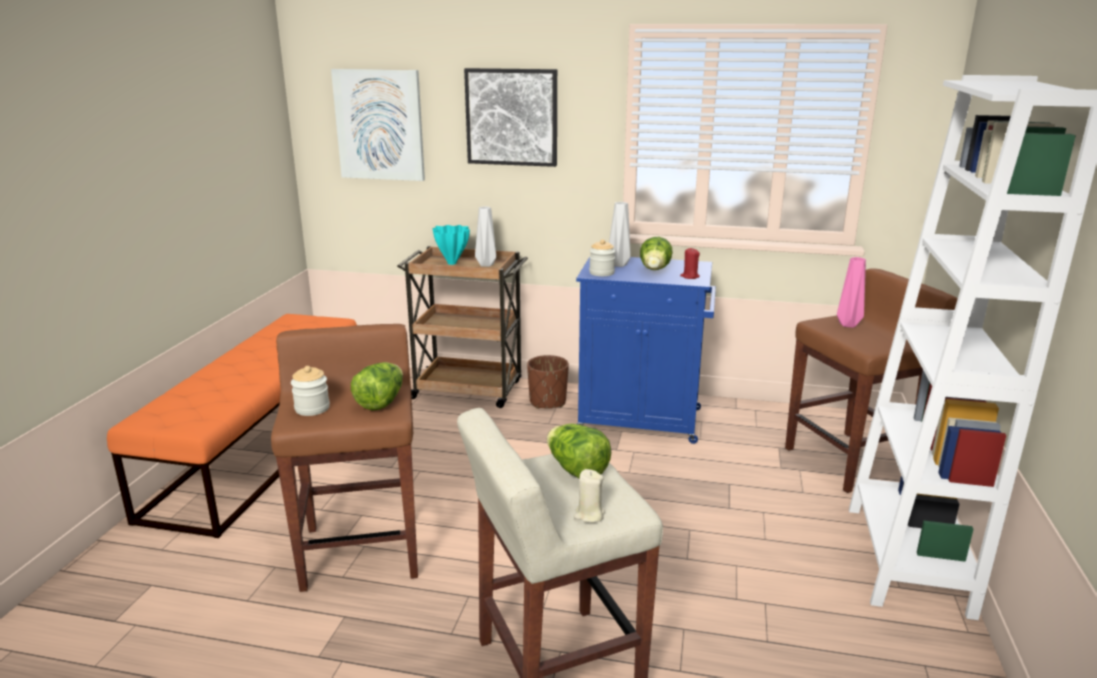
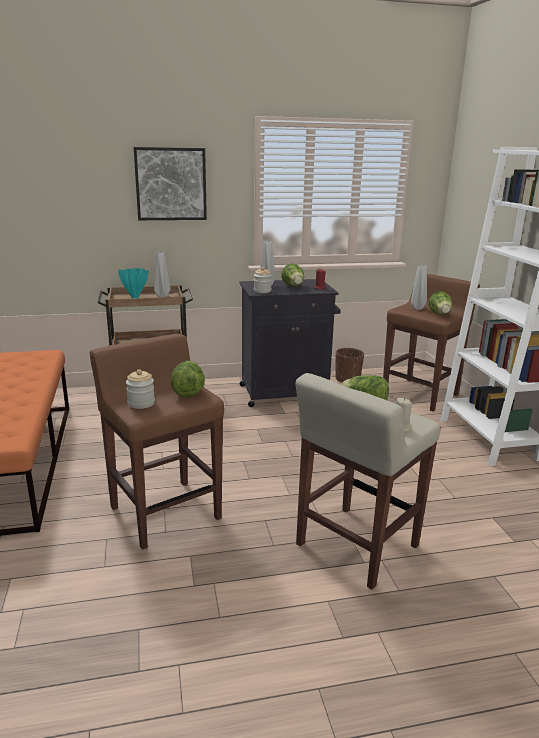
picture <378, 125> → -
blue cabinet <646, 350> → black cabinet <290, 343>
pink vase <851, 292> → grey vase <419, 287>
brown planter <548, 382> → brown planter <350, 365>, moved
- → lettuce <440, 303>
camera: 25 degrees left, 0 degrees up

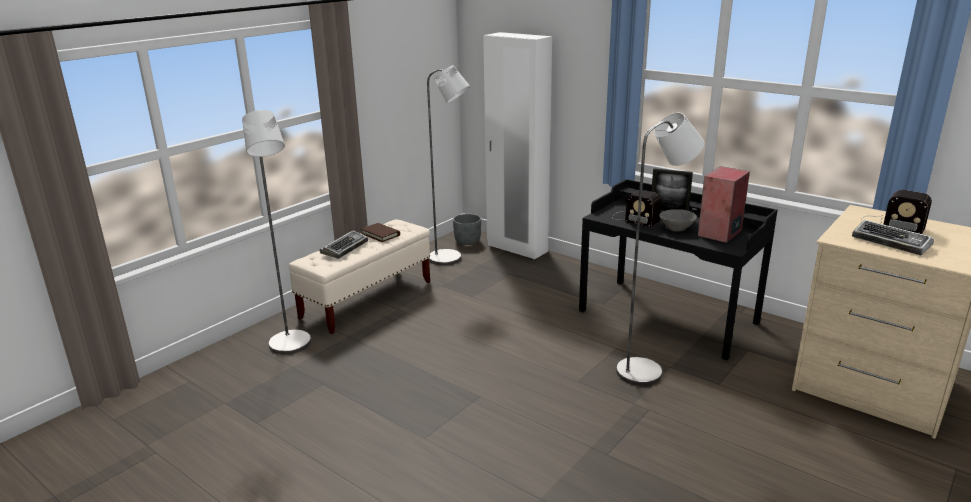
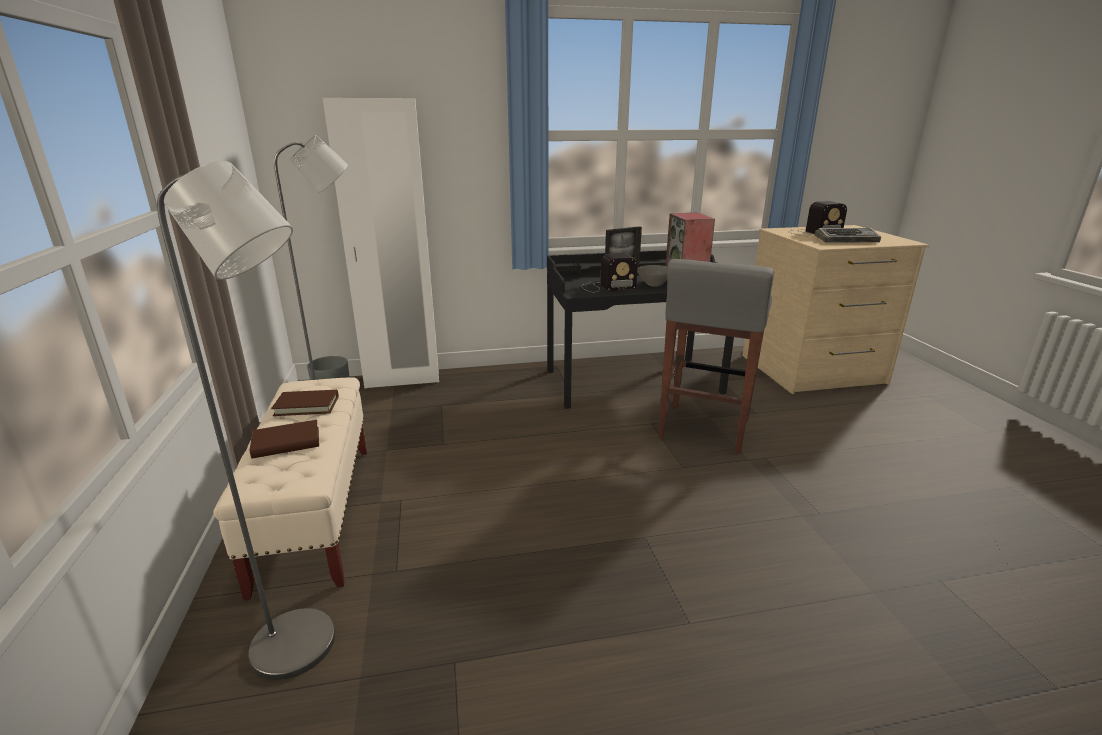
grey floor lamp <660, 249> → grey stool <716, 356>
keyboard <344, 245> → brown book <284, 439>
camera: 50 degrees left, 0 degrees up

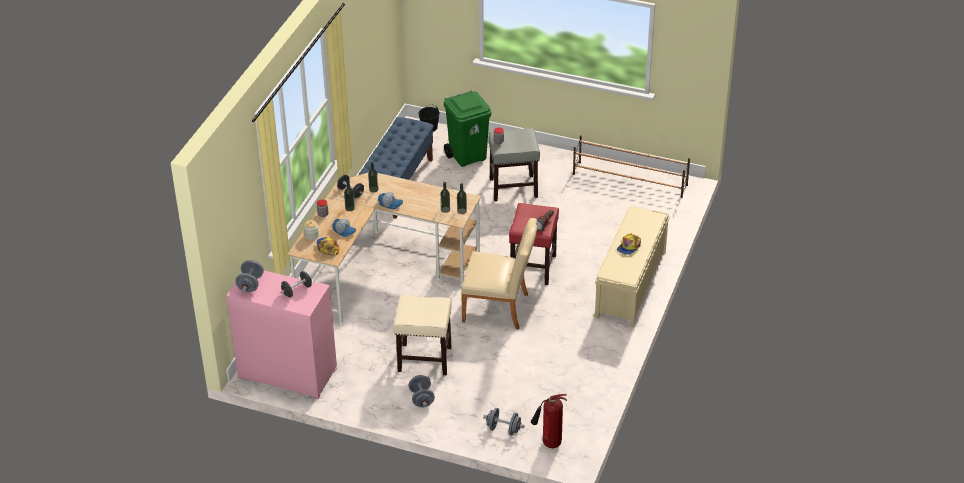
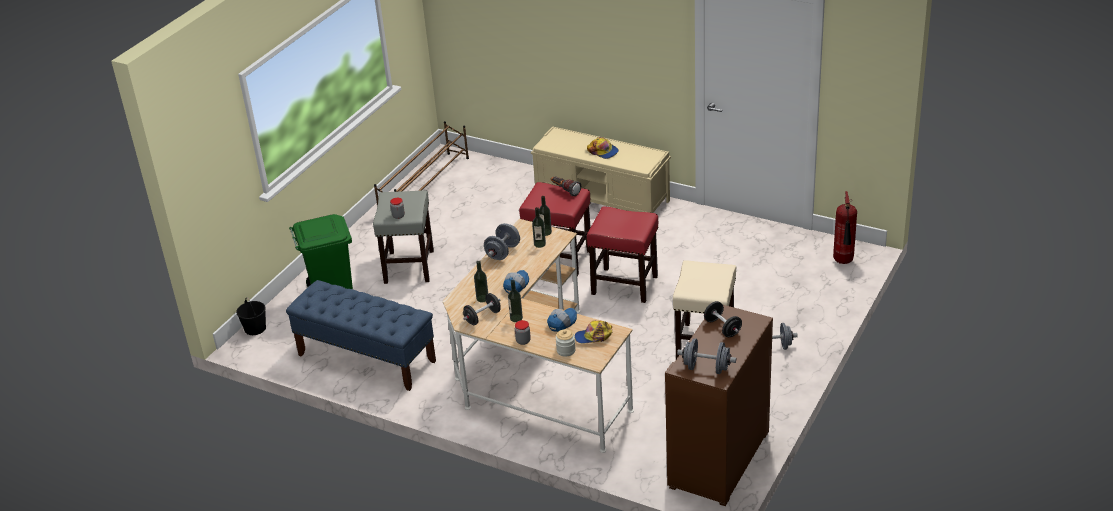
beige chair <499, 274> → red stool <622, 254>
pink cabinet <281, 334> → brown cabinet <719, 405>
grey dumbbell <504, 421> → grey dumbbell <502, 241>, moved
camera: 80 degrees left, 5 degrees down

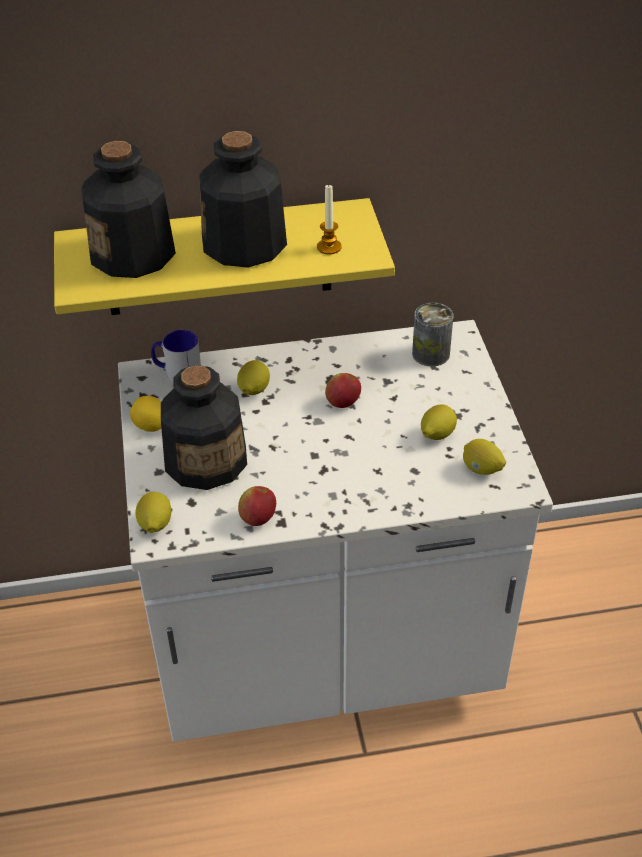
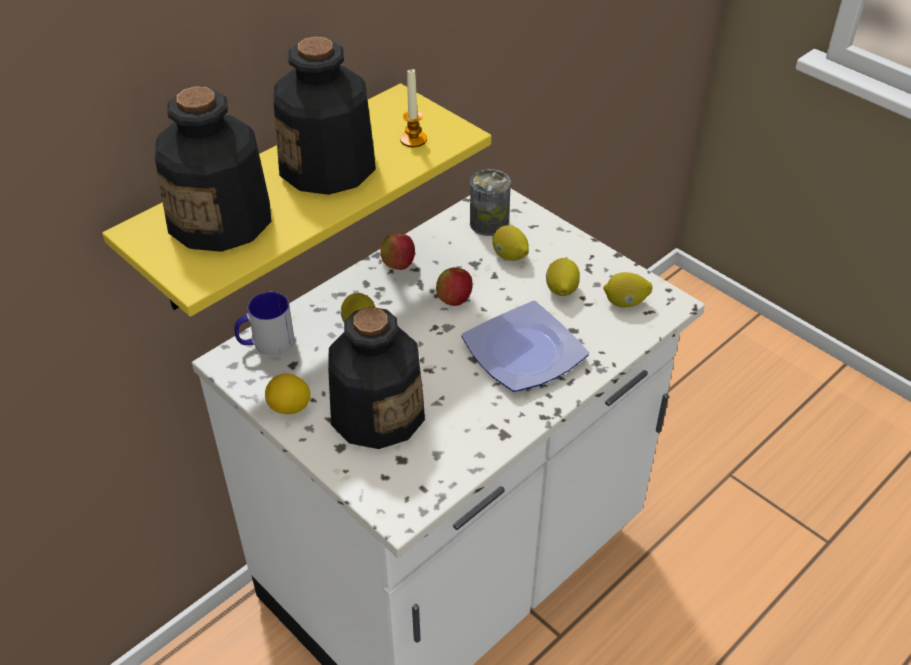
apple <257, 506> → apple <397, 251>, moved
lemon <153, 512> → lemon <510, 243>, moved
- → plate <525, 346>
camera: 35 degrees left, 0 degrees up

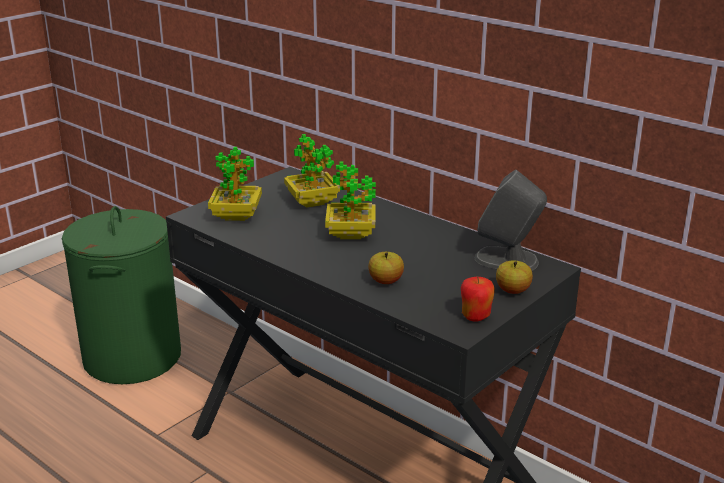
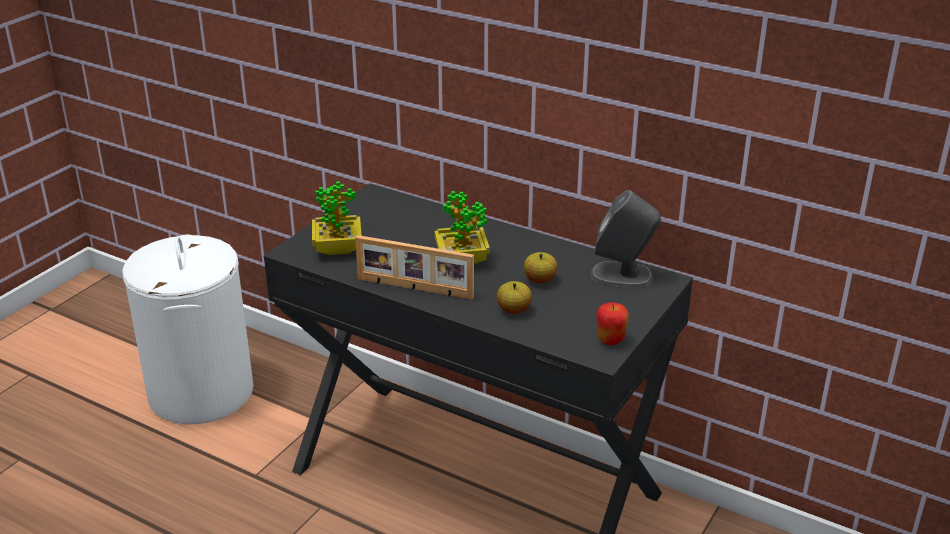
potted plant <312, 171> → -
green laundry basket <121, 295> → white laundry basket <187, 329>
apple <514, 277> → apple <540, 267>, moved
- → picture frame <414, 267>
camera: 10 degrees left, 5 degrees up

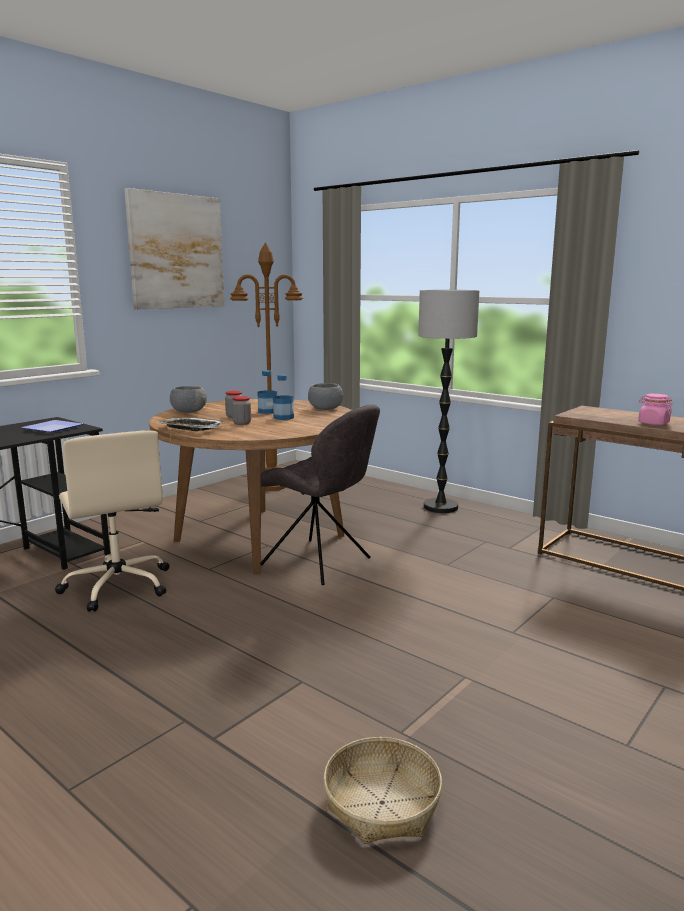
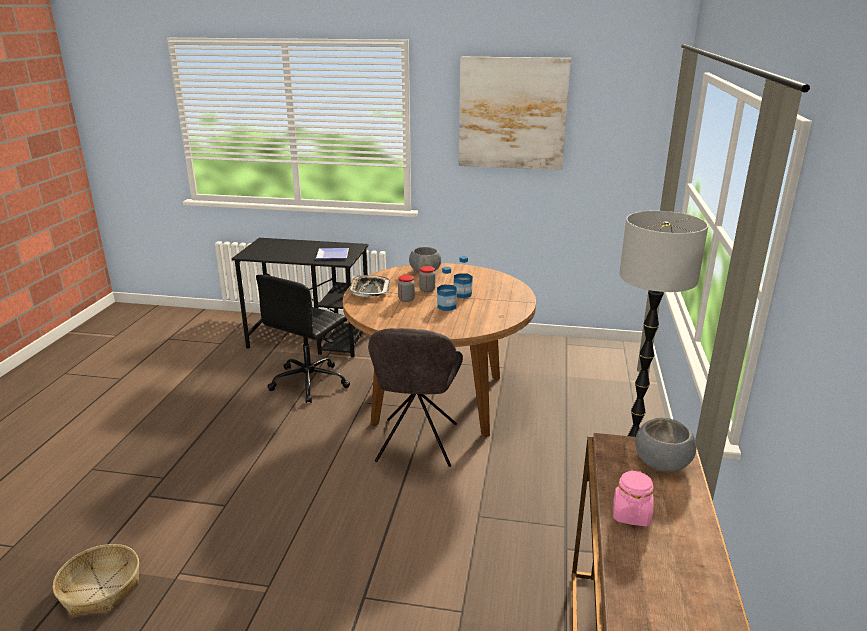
brown floor lamp <266, 366> → -
grey bowl <325, 396> → grey bowl <666, 445>, moved
beige office chair <112, 521> → black office chair <303, 339>
camera: 60 degrees right, 10 degrees up

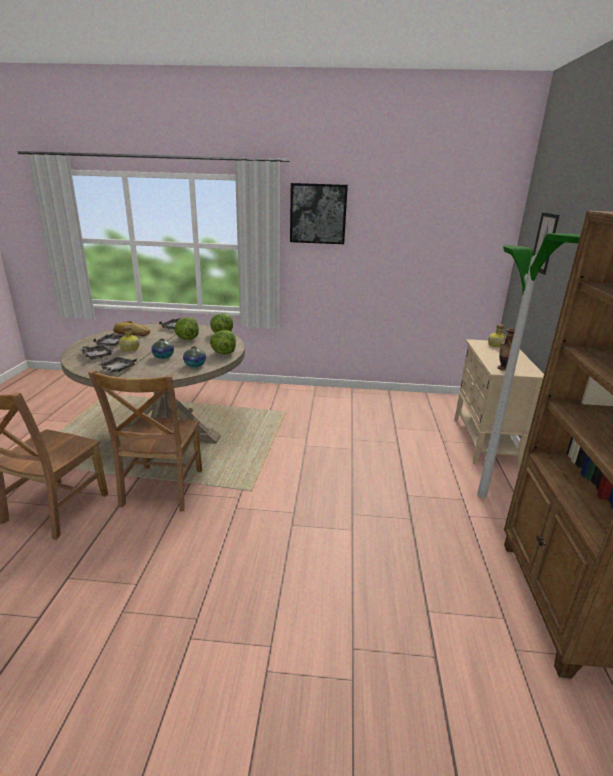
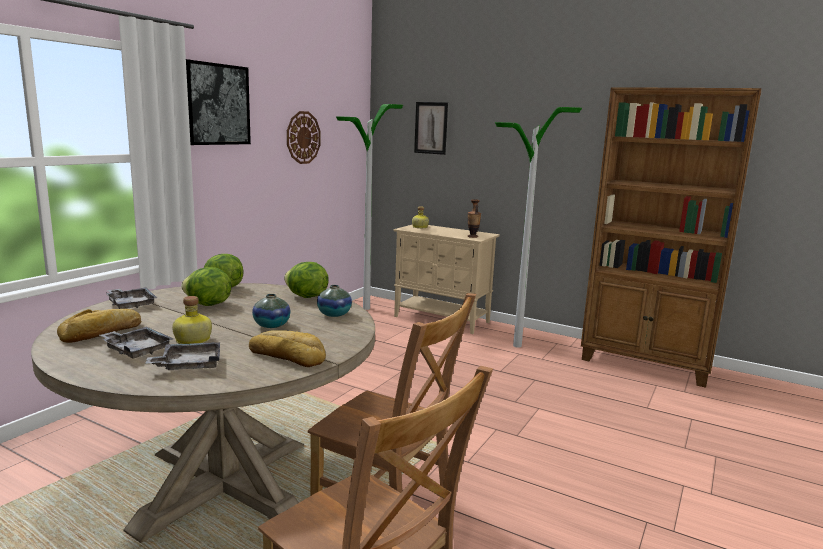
grey tray <117, 365> → bread <287, 348>
- → floor lamp <369, 207>
- → wall clock <304, 137>
camera: 65 degrees left, 10 degrees down

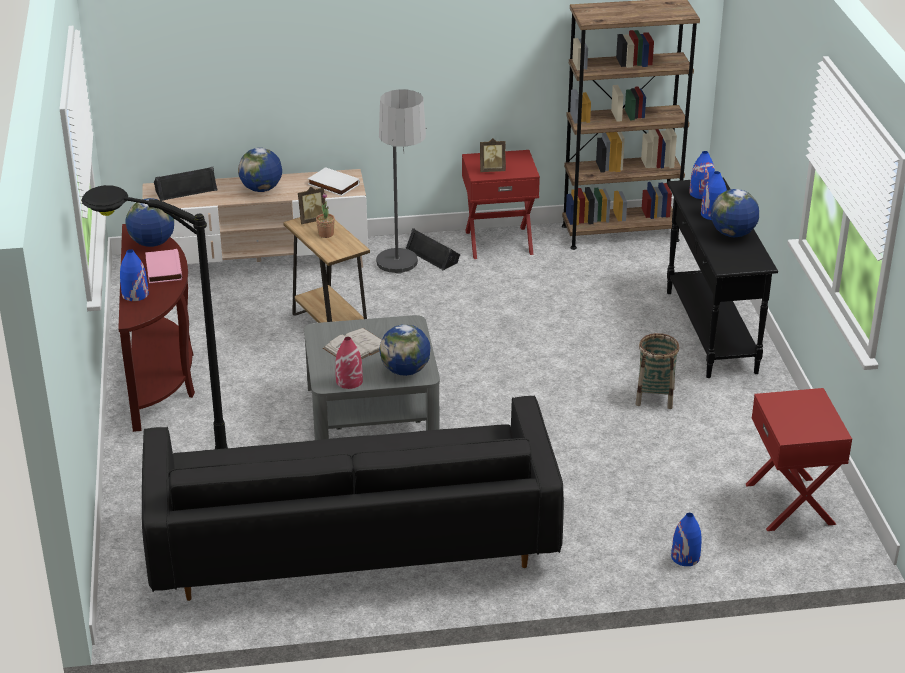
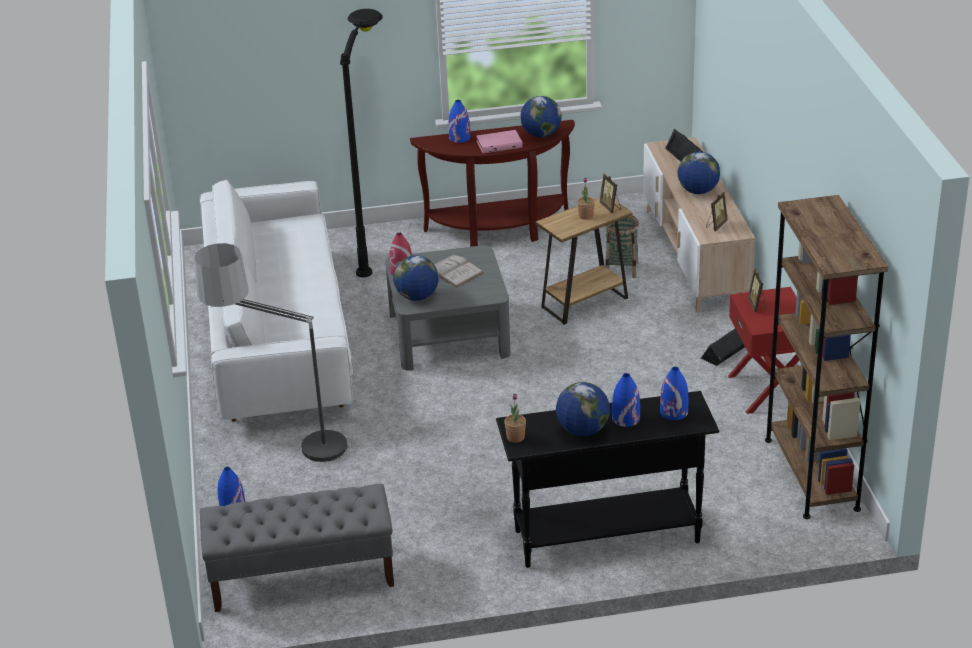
floor lamp <401, 182> → floor lamp <272, 356>, moved
white book <334, 181> → picture frame <717, 211>
basket <657, 371> → basket <622, 247>, moved
red nightstand <799, 459> → grey bench <297, 548>
black sofa <353, 498> → white sofa <276, 300>
- → potted plant <515, 418>
camera: 90 degrees right, 0 degrees up

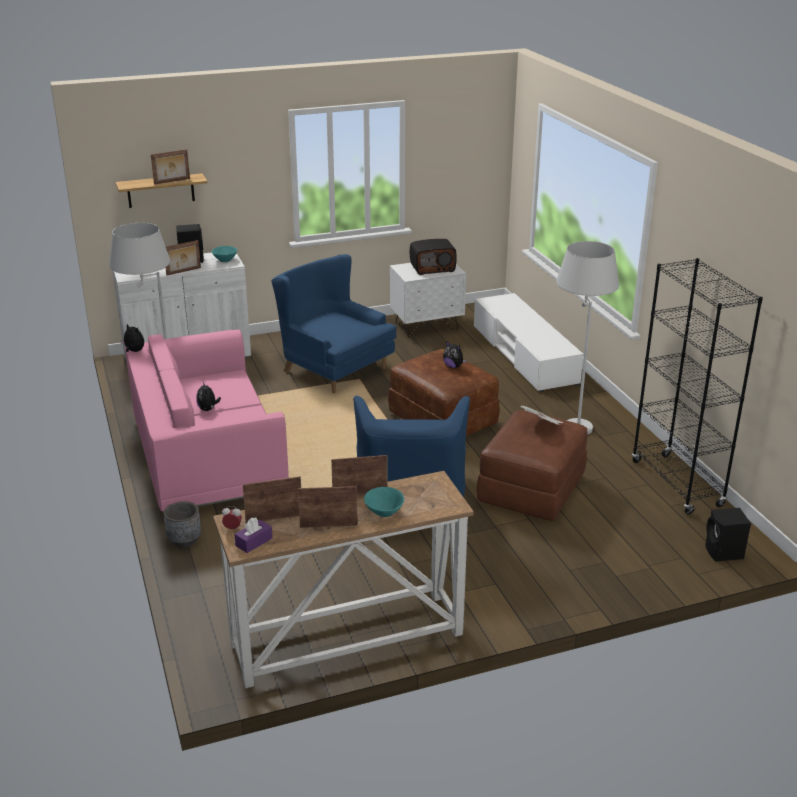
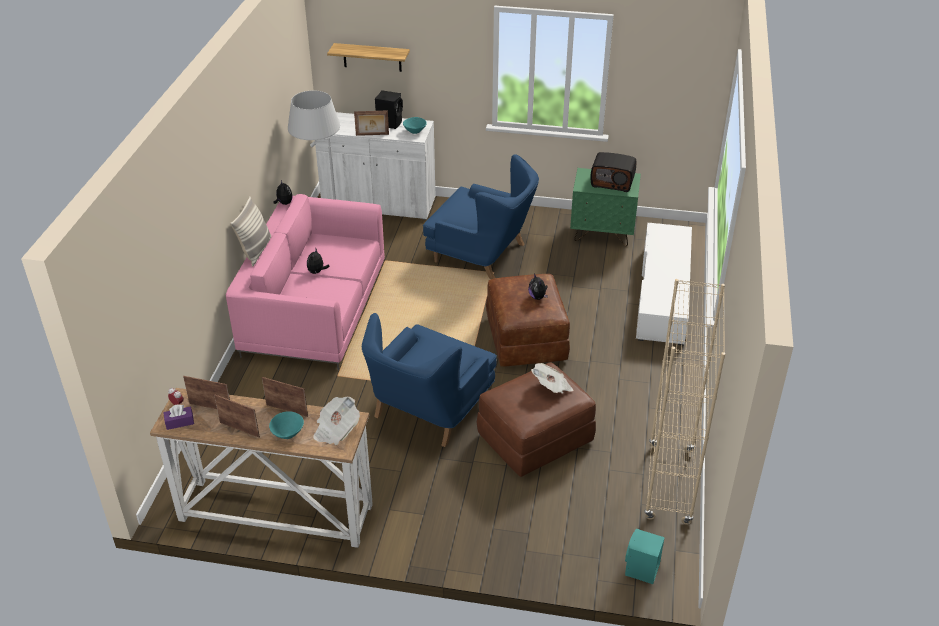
picture frame <170, 166> → -
white floor lamp <587, 337> → -
blue armchair <334, 323> → blue armchair <481, 216>, 135 degrees clockwise
black bookcase <697, 386> → beige bookcase <684, 402>
white nightstand <428, 300> → green nightstand <605, 207>
grey planter <182, 524> → -
black speaker <728, 535> → turquoise speaker <645, 556>
- → pillow <250, 231>
- → newspaper <336, 421>
camera: 30 degrees right, 10 degrees up

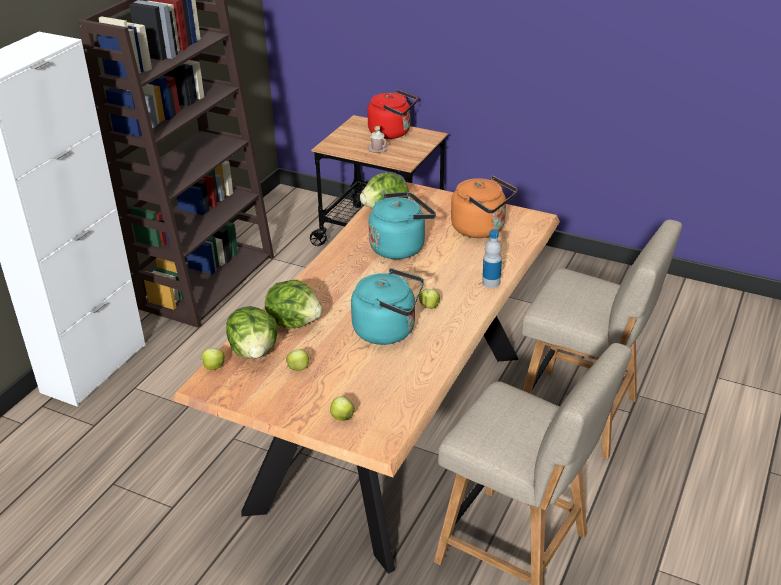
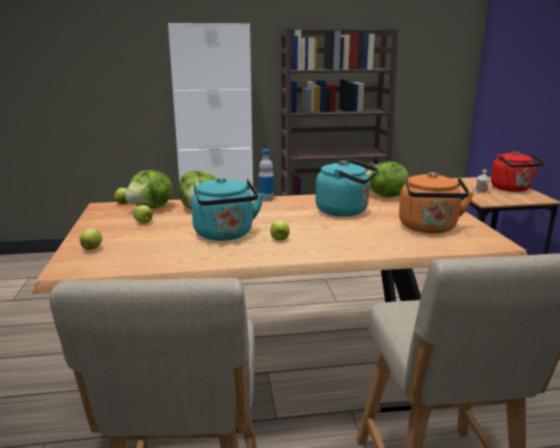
bottle <492, 258> → bottle <266, 175>, moved
camera: 55 degrees right, 15 degrees down

